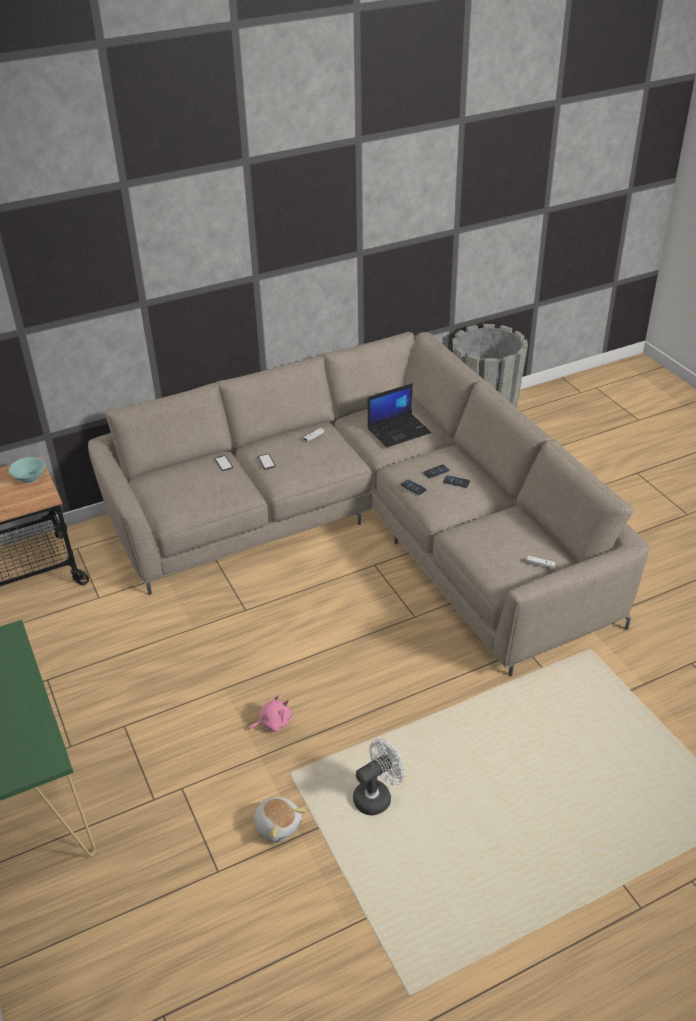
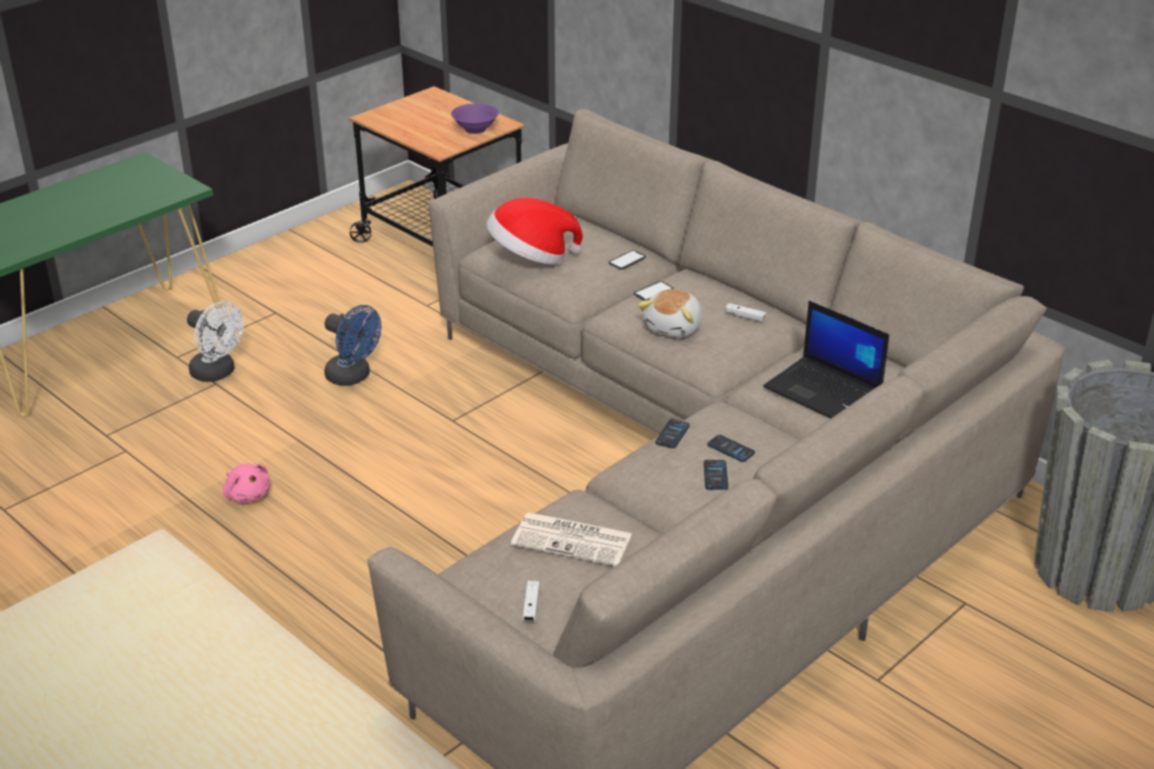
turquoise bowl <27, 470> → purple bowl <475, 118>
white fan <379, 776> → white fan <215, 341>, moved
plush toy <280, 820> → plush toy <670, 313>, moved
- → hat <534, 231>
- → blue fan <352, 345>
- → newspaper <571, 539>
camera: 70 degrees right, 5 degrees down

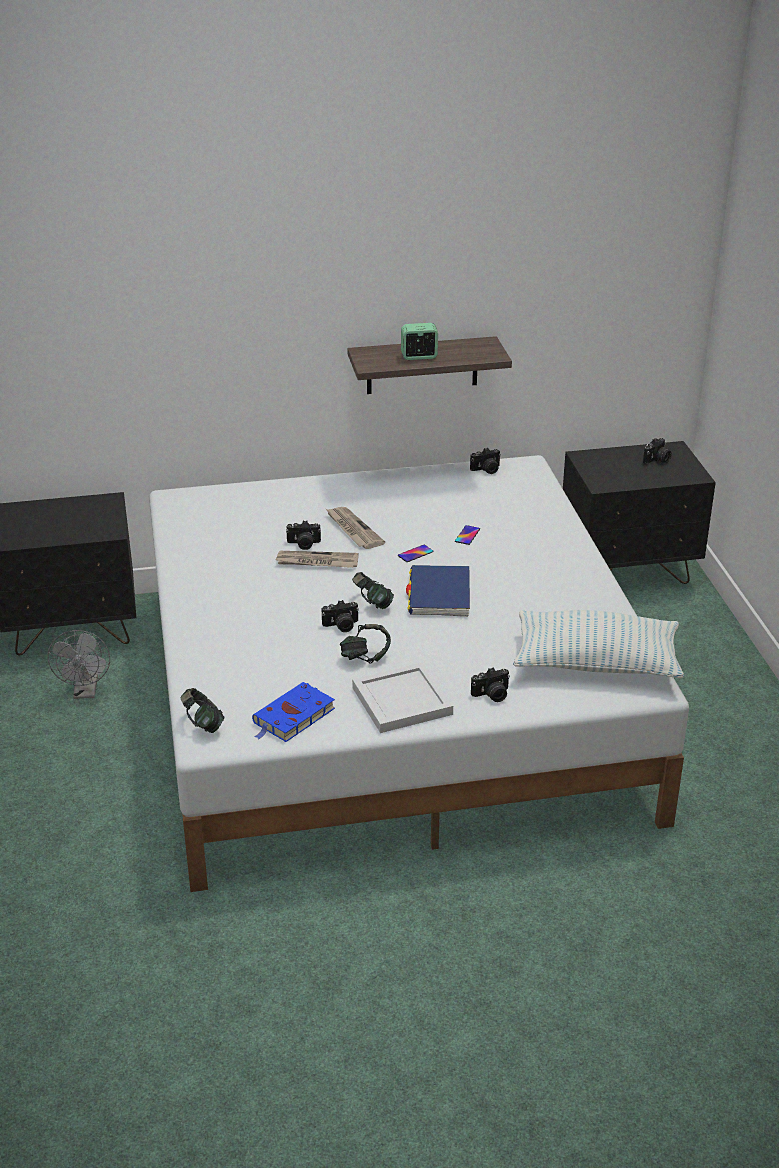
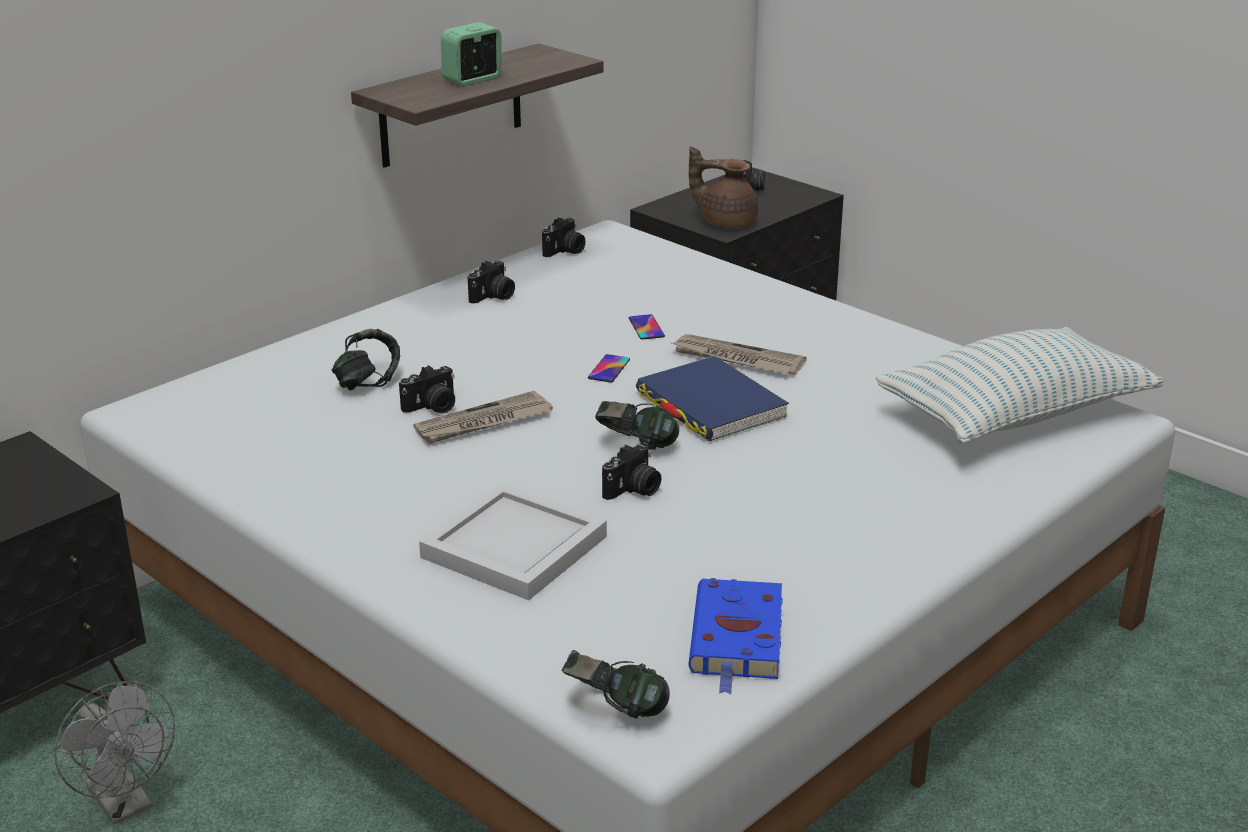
newspaper <355, 528> → newspaper <739, 354>, moved
headphones <365, 644> → headphones <366, 360>, moved
white tray <402, 697> → white tray <513, 542>, moved
photo camera <490, 684> → photo camera <491, 282>, moved
- → brown teapot <723, 187>
camera: 35 degrees left, 5 degrees down

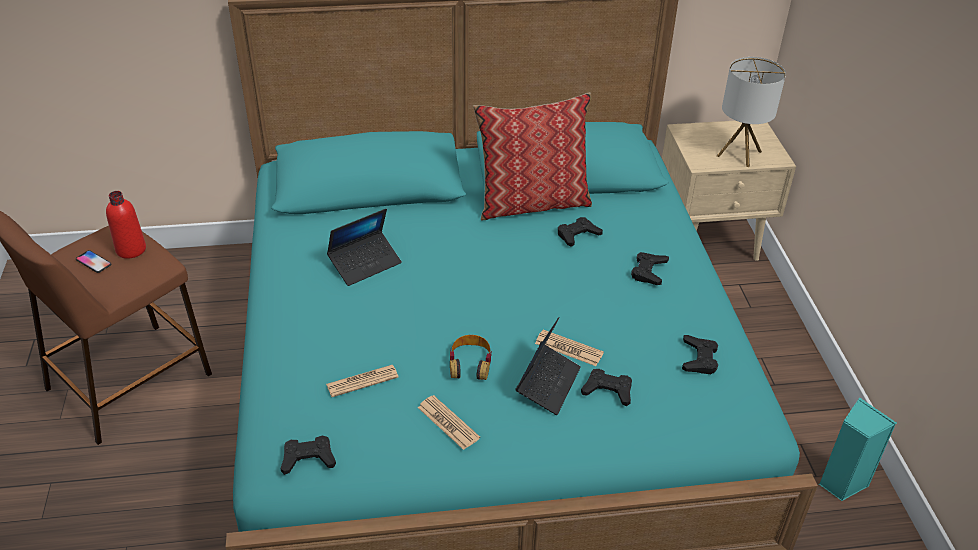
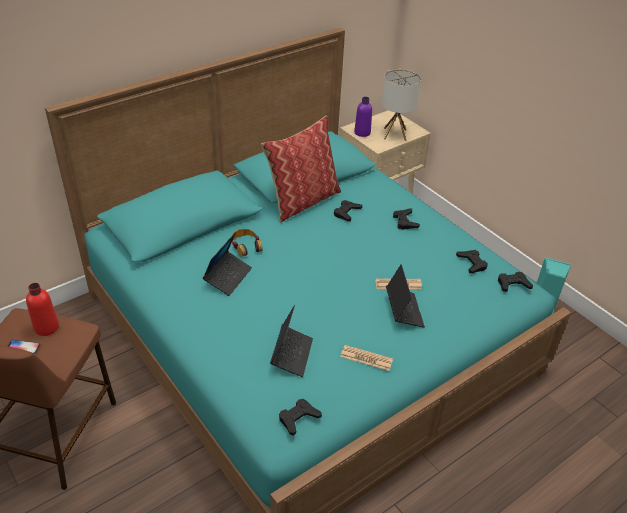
headphones <471, 357> → headphones <247, 243>, moved
newspaper <362, 381> → laptop <291, 341>
black game controller <606, 387> → black game controller <515, 282>, moved
- → purple bottle <363, 117>
camera: 30 degrees left, 0 degrees up

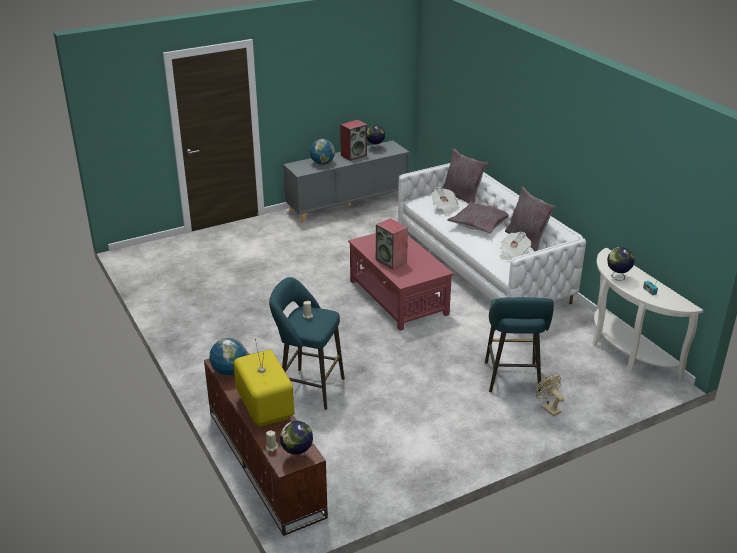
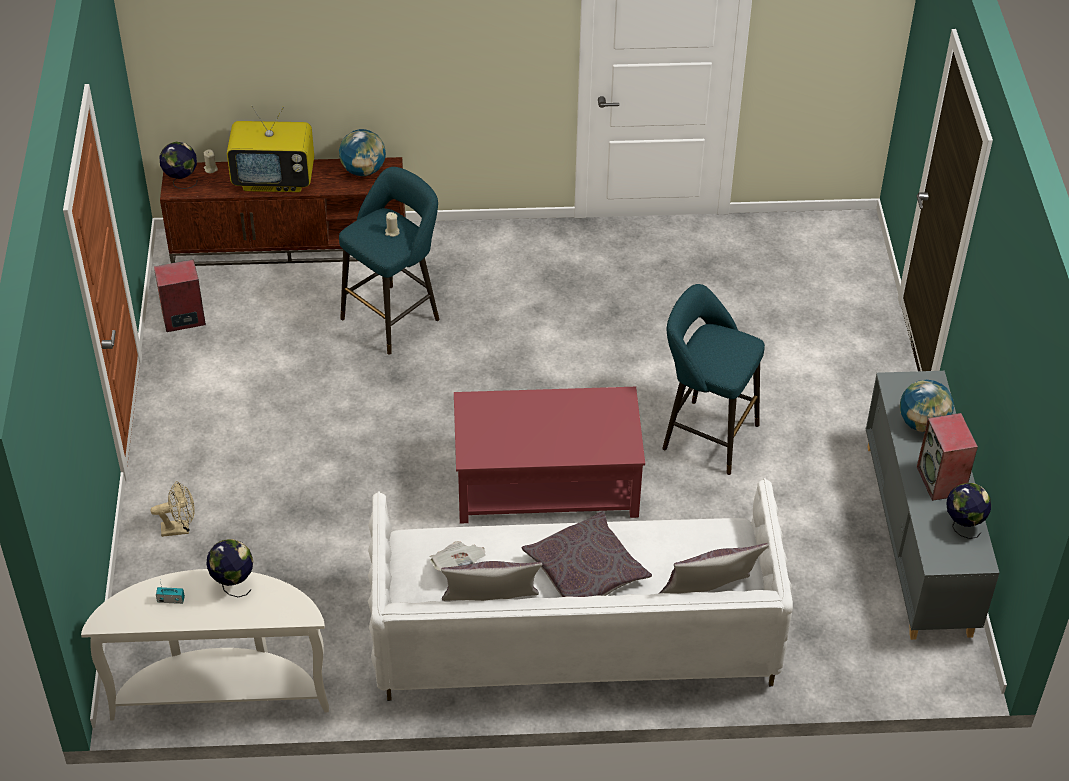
newspaper <445, 201> → -
speaker <392, 244> → speaker <180, 295>, moved
turquoise stool <519, 345> → turquoise stool <713, 379>, moved
camera: 115 degrees right, 15 degrees up

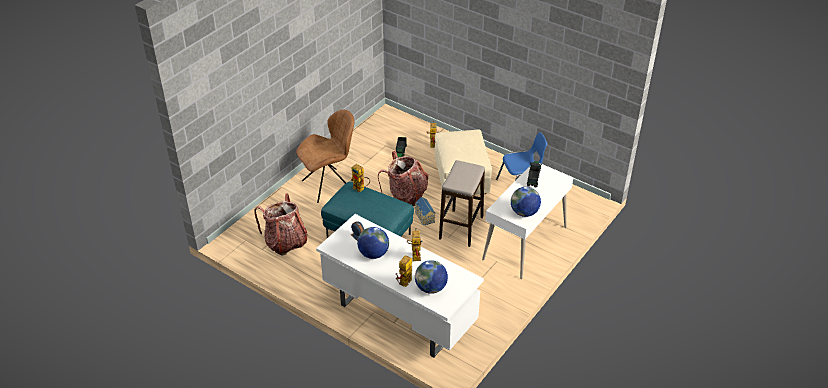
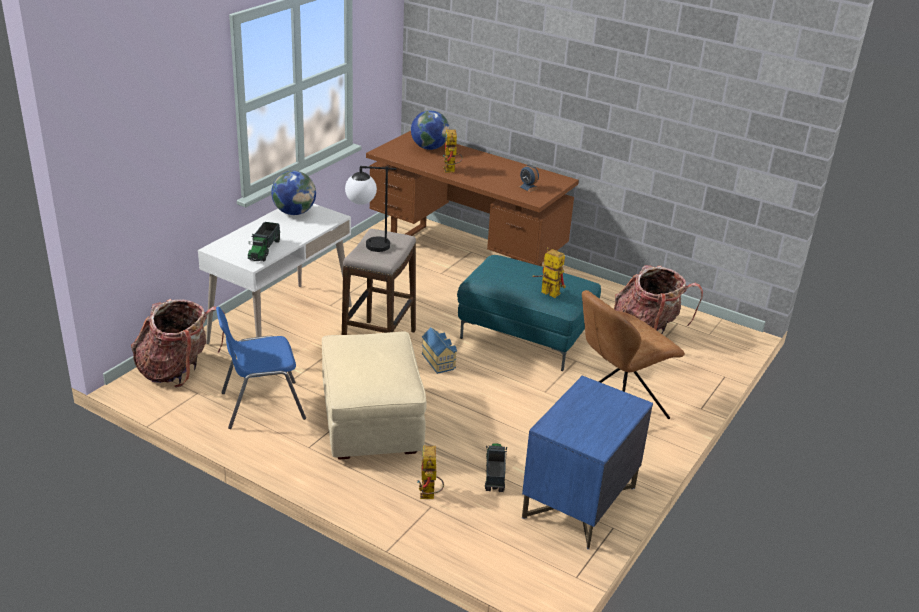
backpack <403, 178> → backpack <178, 343>, moved
white desk <400, 285> → brown desk <472, 199>
globe <373, 243> → -
toy robot <404, 271> → -
- → table lamp <370, 209>
- → blue nightstand <587, 462>
camera: 175 degrees right, 10 degrees down

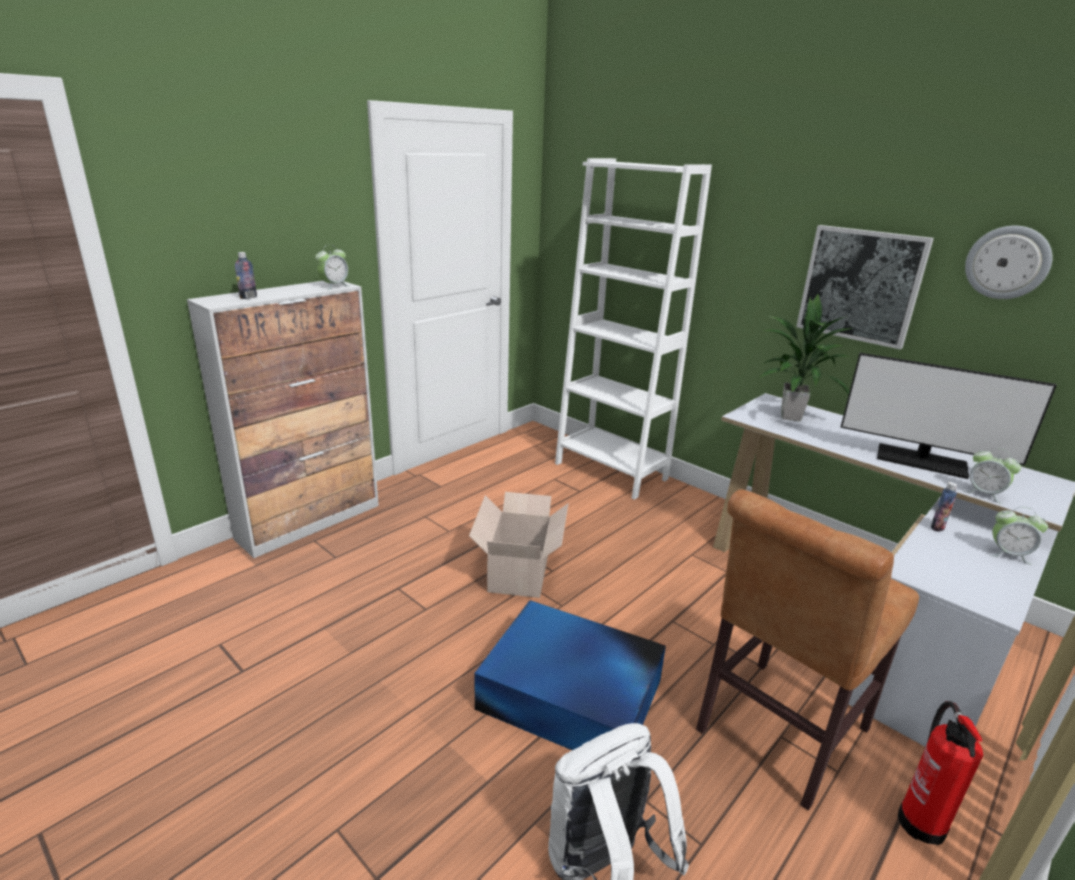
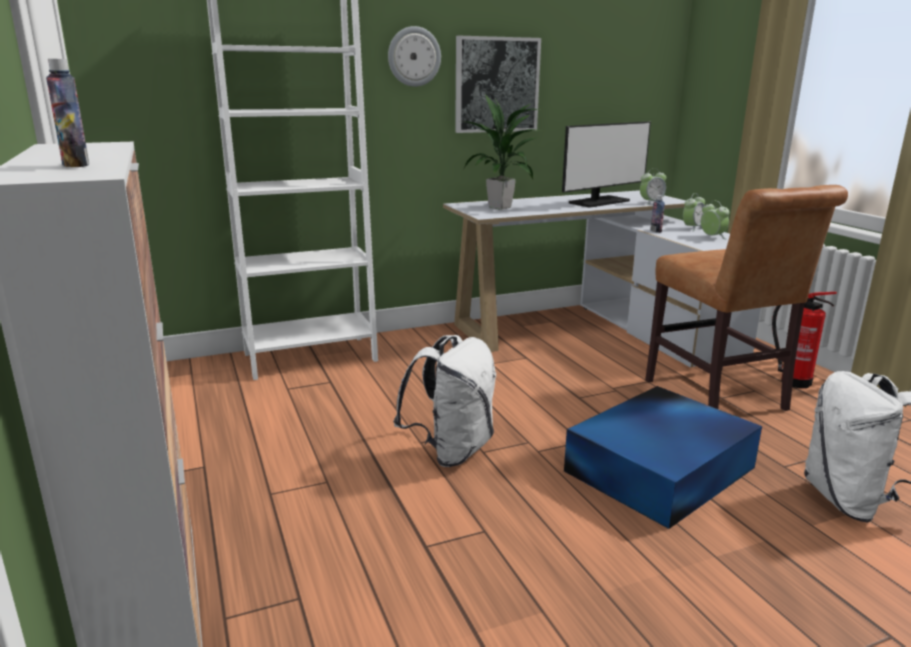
wall clock <1008, 262> → wall clock <414, 56>, moved
alarm clock <332, 267> → alarm clock <715, 220>, moved
cardboard box <518, 545> → white backpack <444, 401>
camera: 65 degrees left, 5 degrees down

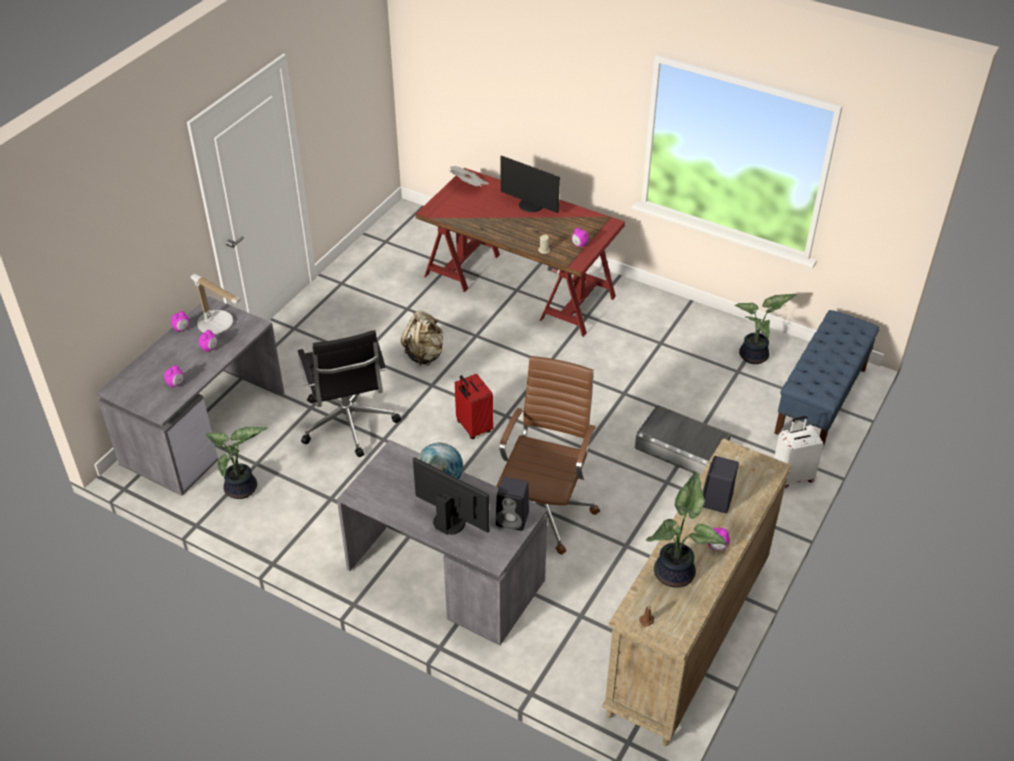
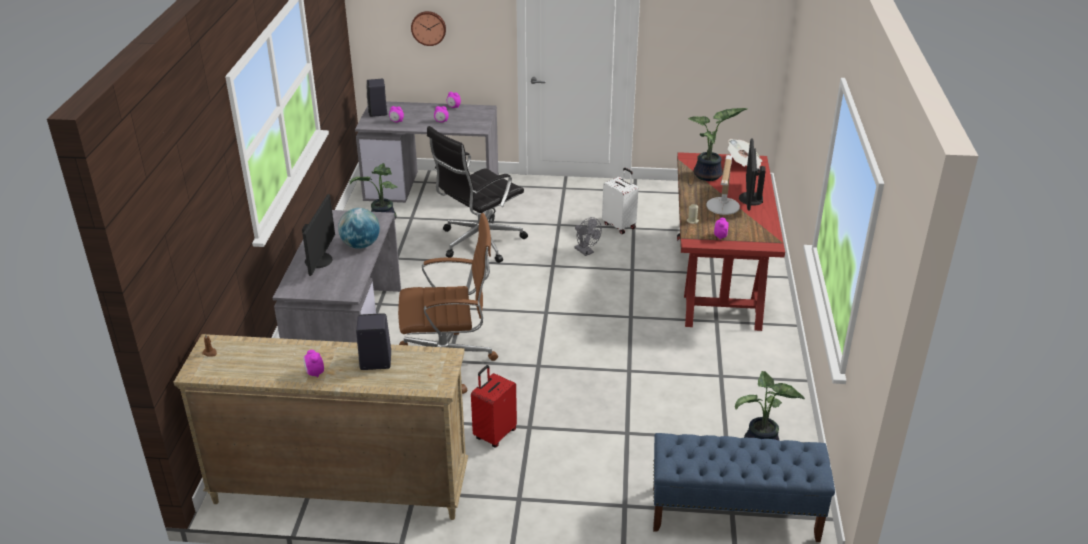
table lamp <216, 304> → table lamp <723, 185>, moved
beige backpack <422, 338> → grey fan <588, 236>
red suitcase <474, 406> → red suitcase <494, 406>, moved
grey storage box <683, 440> → -
white suitcase <799, 452> → white suitcase <620, 201>, moved
potted plant <686, 529> → potted plant <717, 144>, moved
black speaker <512, 504> → black speaker <376, 98>, moved
- → wall clock <428, 28>
camera: 65 degrees right, 10 degrees down

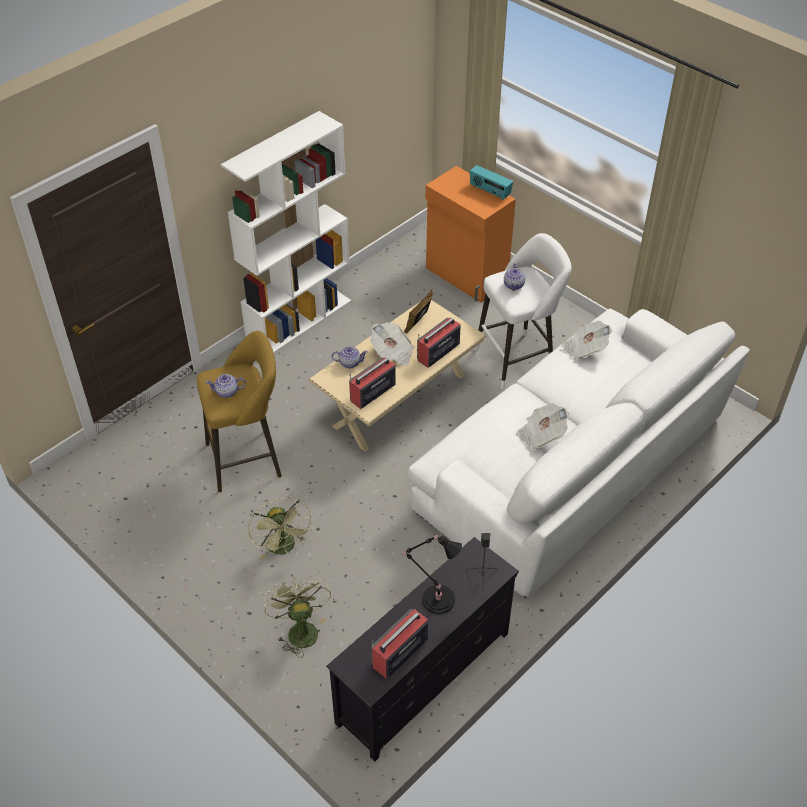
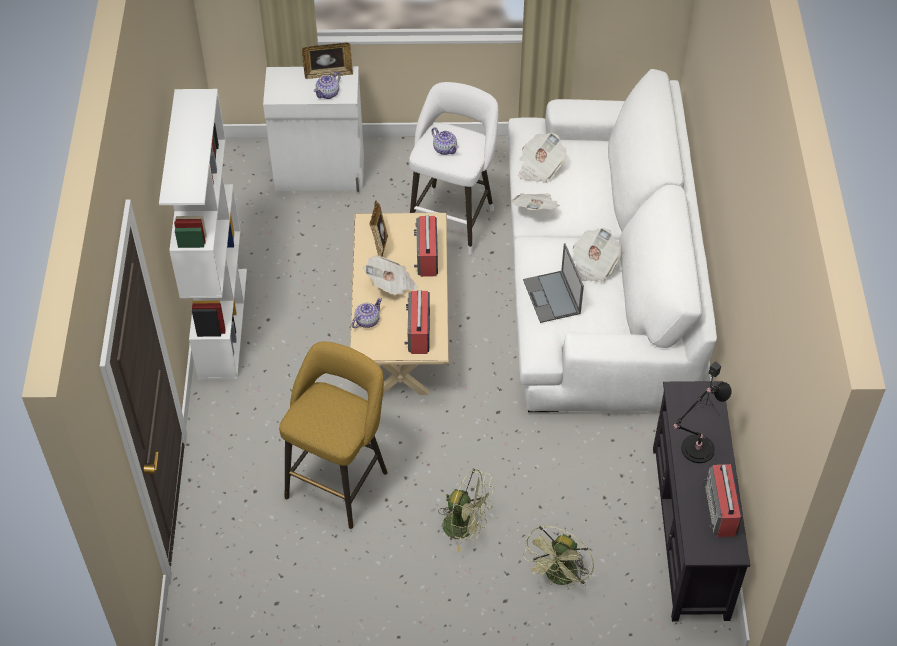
radio <491, 182> → picture frame <327, 61>
orange cabinet <470, 234> → white cabinet <313, 129>
teapot <226, 386> → teapot <327, 85>, moved
green fan <297, 616> → green fan <558, 558>, 90 degrees counterclockwise
- → newspaper <535, 201>
- → laptop <553, 283>
camera: 45 degrees left, 5 degrees up

